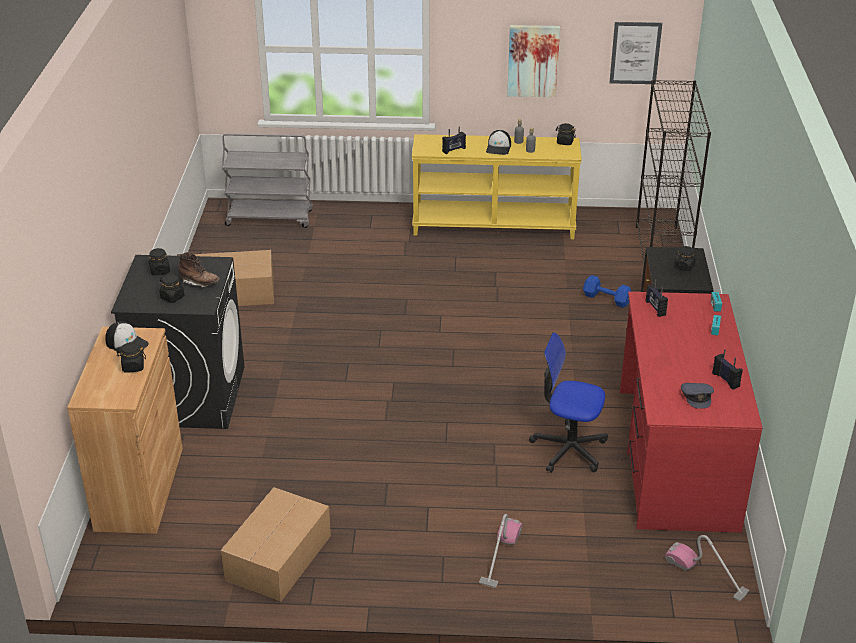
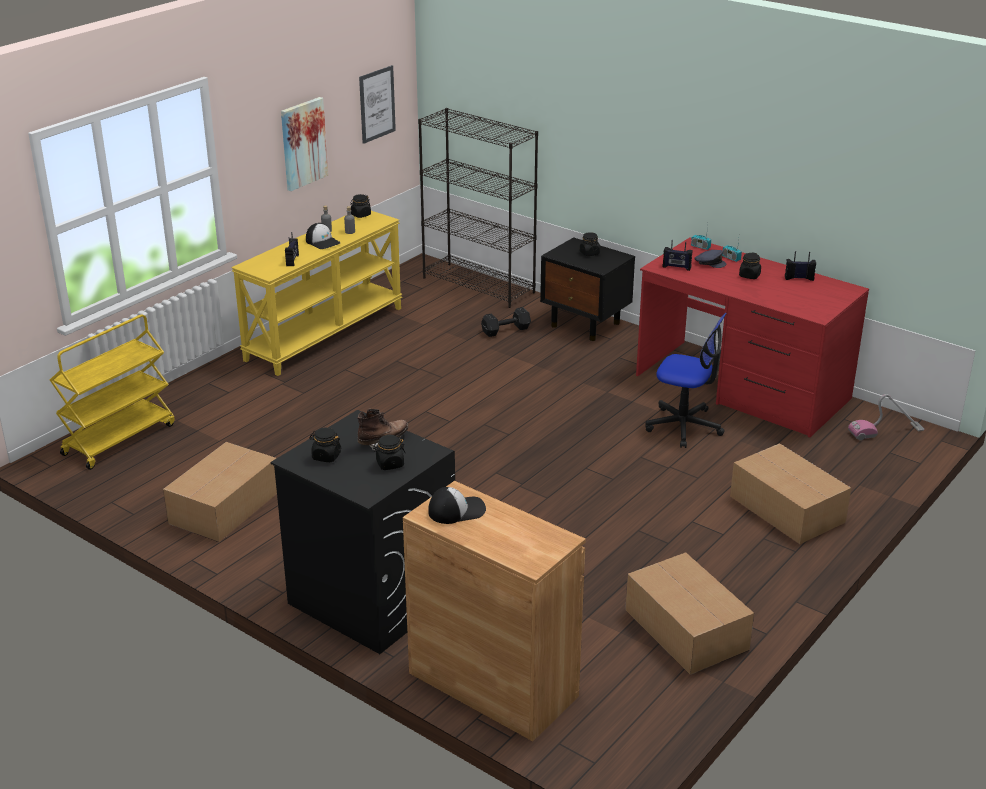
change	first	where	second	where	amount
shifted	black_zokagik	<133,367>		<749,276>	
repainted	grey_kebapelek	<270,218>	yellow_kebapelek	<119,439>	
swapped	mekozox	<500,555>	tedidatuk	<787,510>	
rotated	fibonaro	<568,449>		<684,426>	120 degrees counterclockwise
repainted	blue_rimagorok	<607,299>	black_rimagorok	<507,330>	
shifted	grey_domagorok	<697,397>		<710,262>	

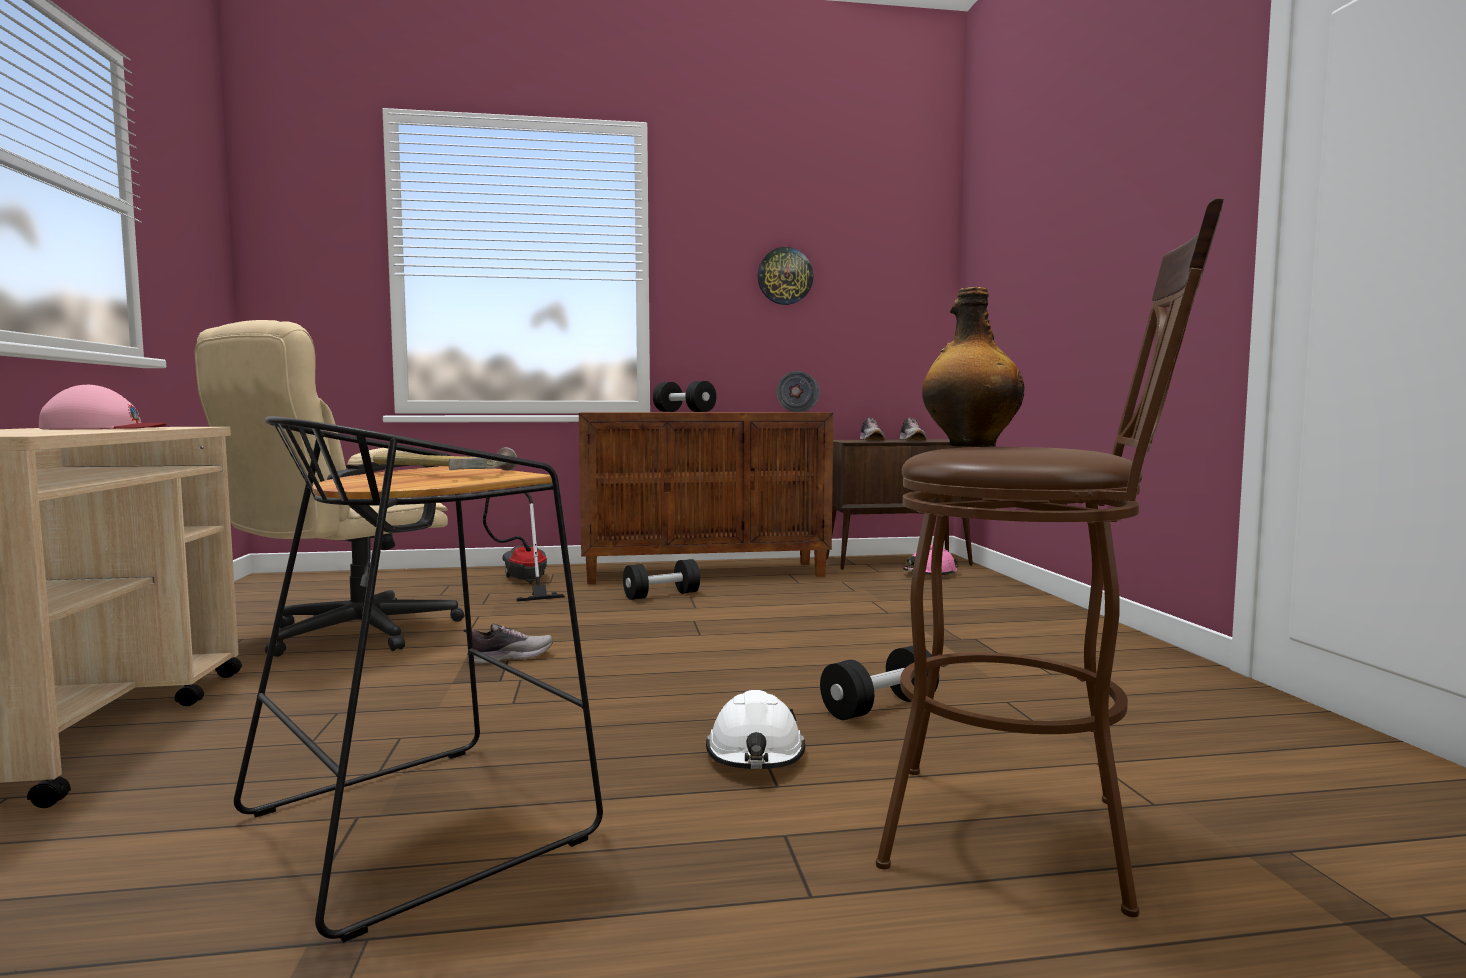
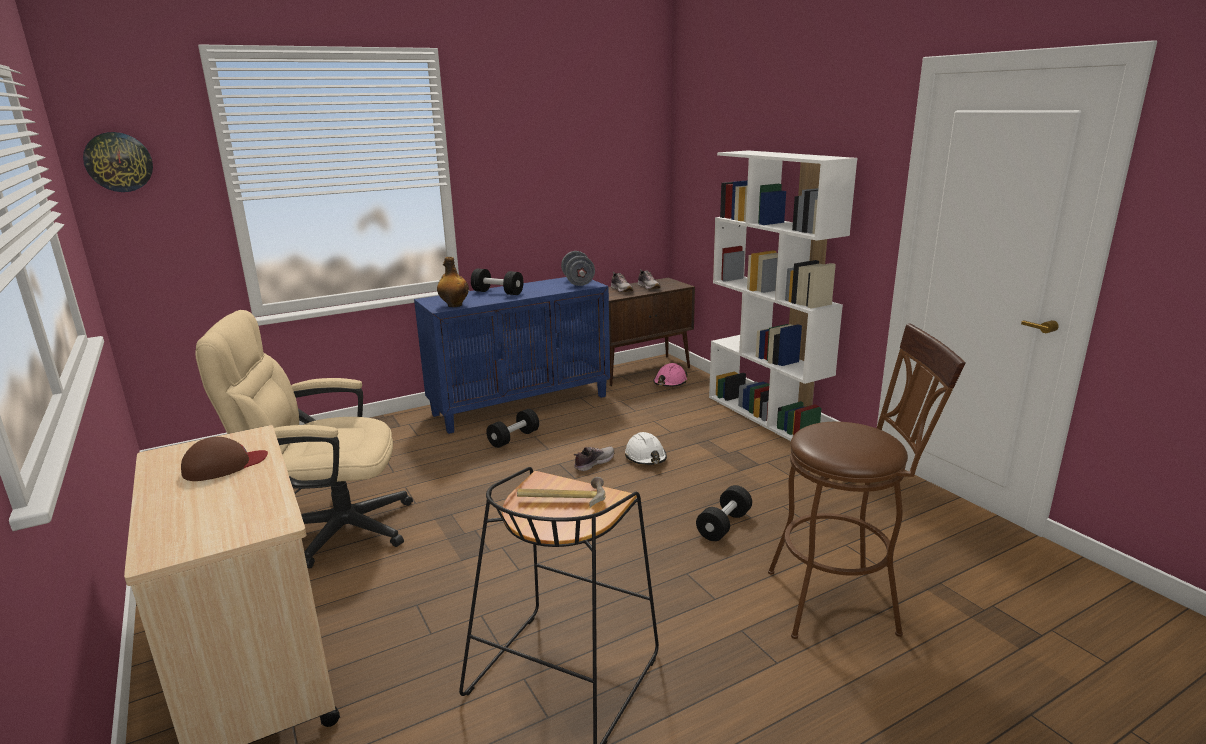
change	first	where	second	where	amount
repainted	pink_domagorok	<102,428>	brown_domagorok	<224,466>	
rotated	beige_fibonaro	<344,636>		<329,529>	75 degrees clockwise
shifted	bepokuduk	<509,657>		<593,463>	
gone	mekozox	<524,583>			
repainted	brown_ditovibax	<705,572>	blue_ditovibax	<521,404>	
shifted	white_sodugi	<755,755>		<646,457>	
shifted	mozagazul	<785,276>		<118,162>	
shifted	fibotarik	<970,445>		<454,305>	
new			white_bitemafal	<766,416>	

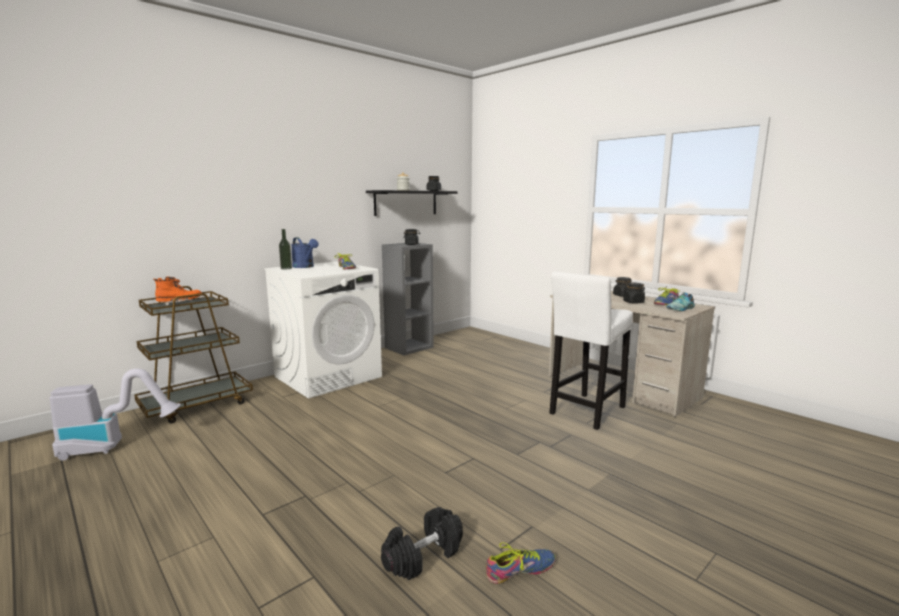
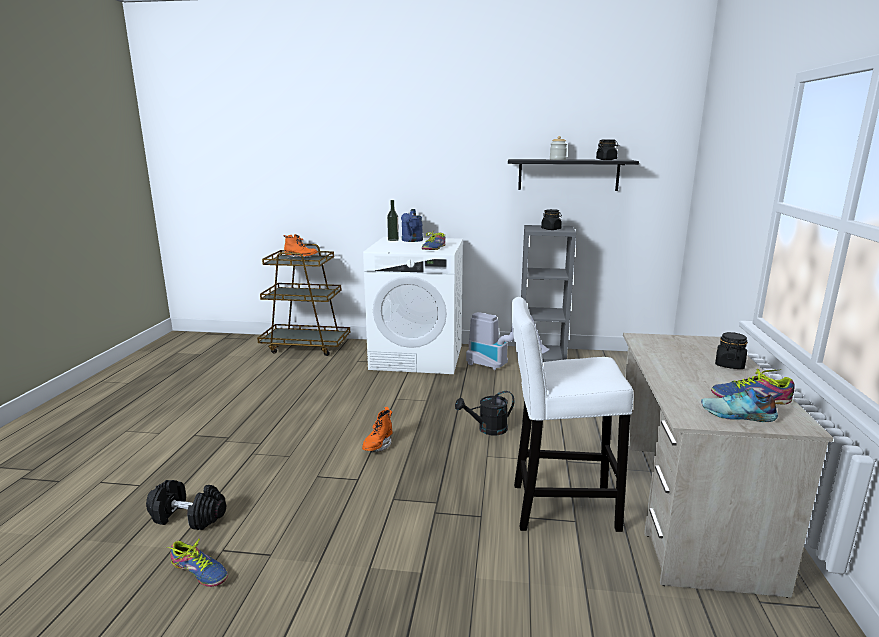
change	first	where	second	where	amount
shifted	mekozox	<113,446>		<500,366>	
gone	black_zokagik	<633,302>			
new			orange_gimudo	<378,446>	
new			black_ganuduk	<487,429>	

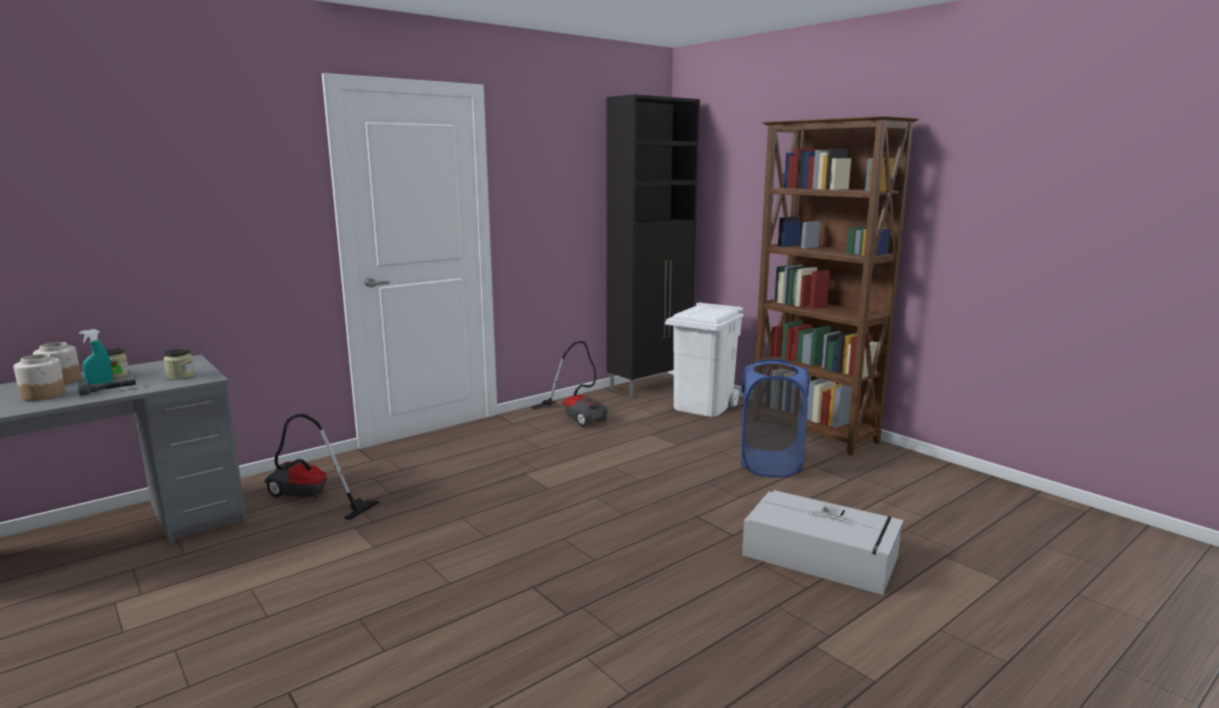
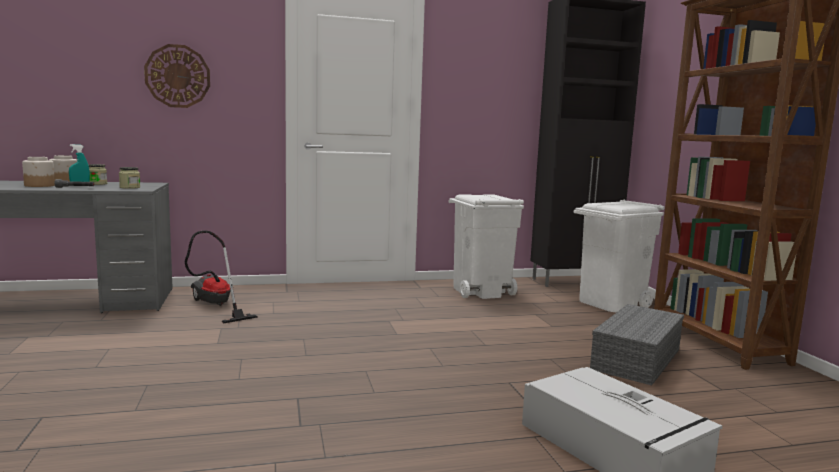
change	first	where	second	where	amount
swapped	mekozox	<576,416>	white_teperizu	<480,291>	
swapped	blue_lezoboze	<769,464>	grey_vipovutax	<635,358>	
new			mozagazul	<177,76>	

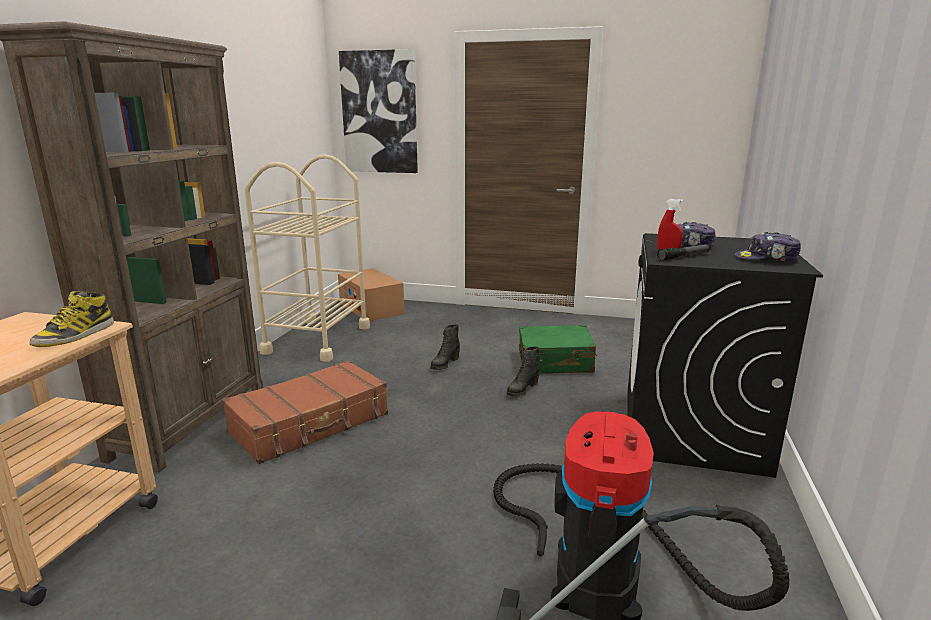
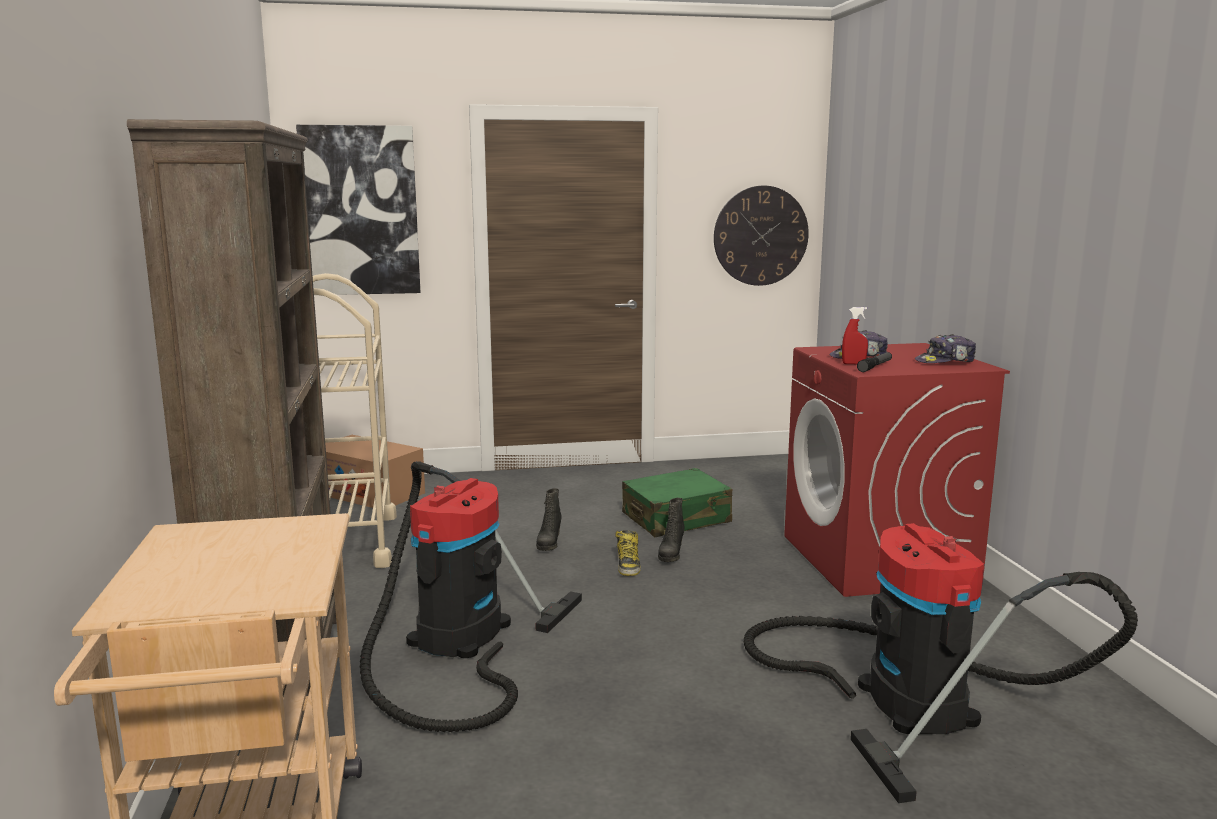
change	first	where	second	where	amount
shifted	gimudo	<75,335>		<628,565>	
swapped	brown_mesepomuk	<311,424>	mekozox	<456,640>	
repainted	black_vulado	<693,431>	red_vulado	<878,560>	
new			mozagazul	<760,236>	

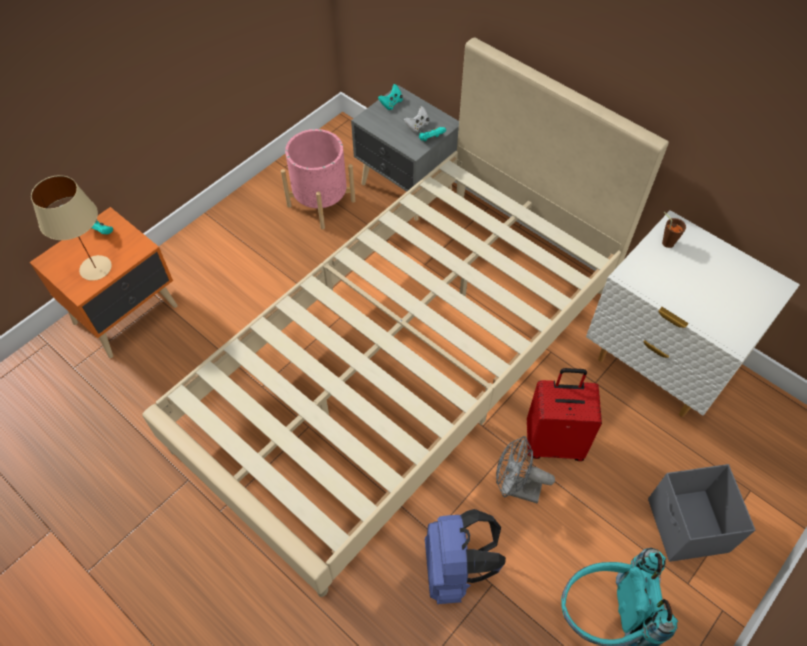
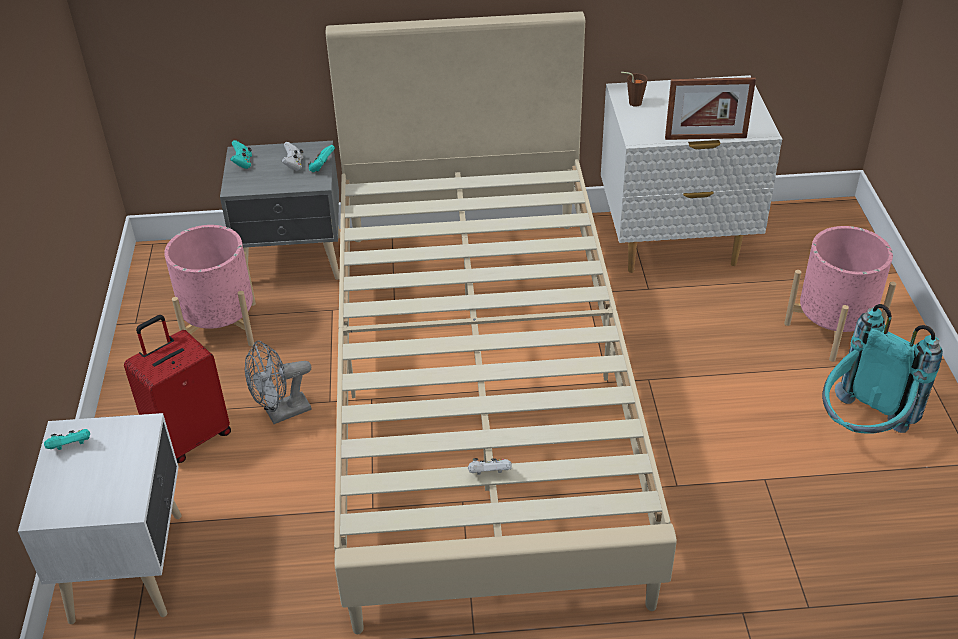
change	first	where	second	where	amount
repainted	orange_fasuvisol	<128,315>	white_fasuvisol	<131,565>	
gone	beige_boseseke	<95,268>			
gone	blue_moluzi	<455,569>			
shifted	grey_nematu	<515,488>		<281,413>	
shifted	red_mesepomuk	<554,441>		<190,437>	
swapped	grey_vipovutax	<687,526>	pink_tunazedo	<832,329>	
new			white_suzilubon	<489,474>	
new			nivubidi	<705,138>	

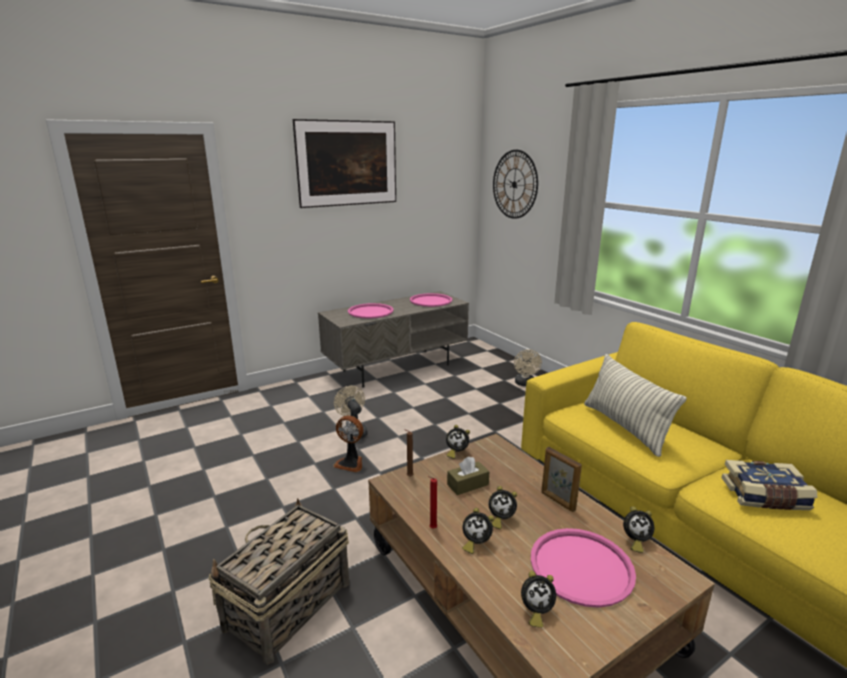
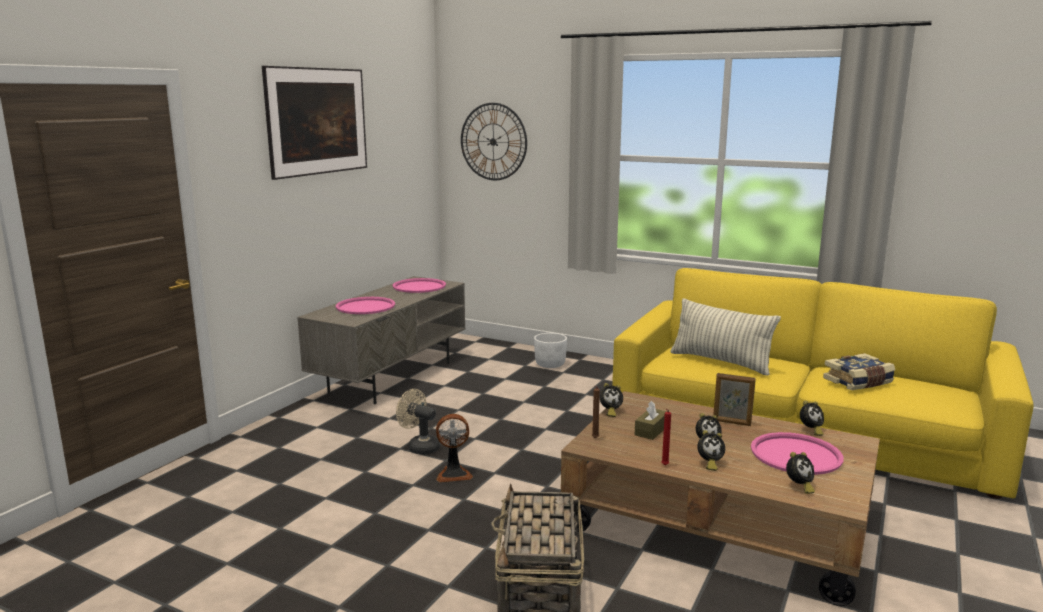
change	first	where	second	where	amount
swapped	beige_nematu	<525,384>	white_tunazedo	<550,364>	

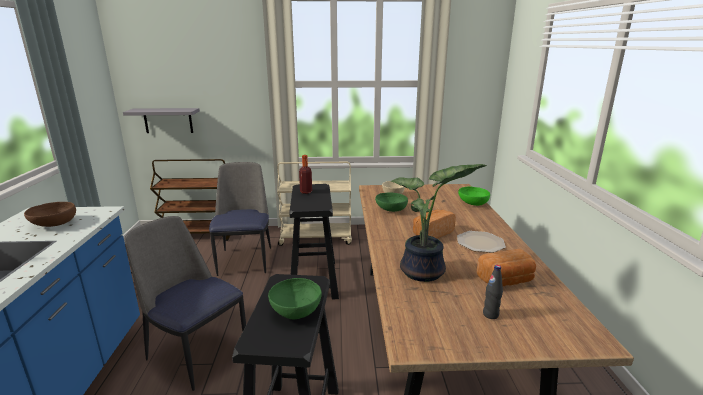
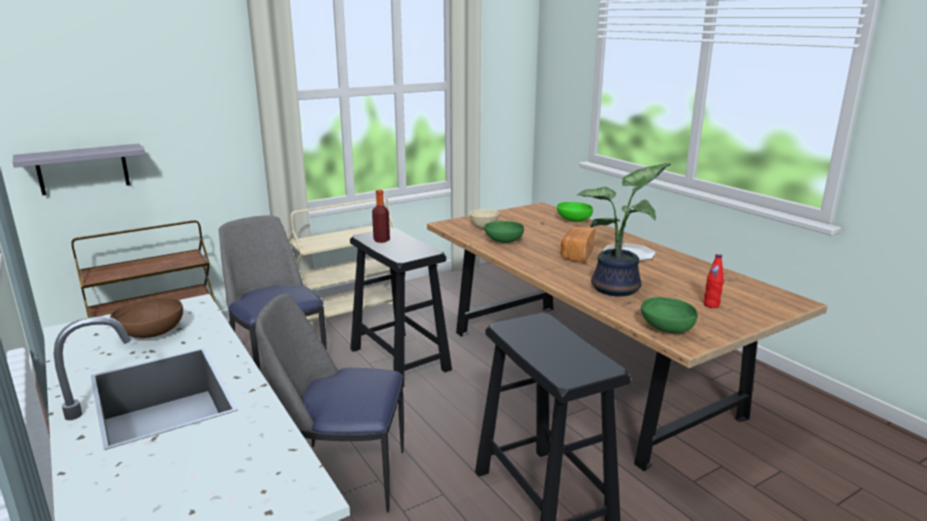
change	first	where	second	where	amount
shifted	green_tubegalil	<295,310>		<666,328>	
gone	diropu	<506,281>			
repainted	black_fibotarik	<490,314>	red_fibotarik	<711,305>	

